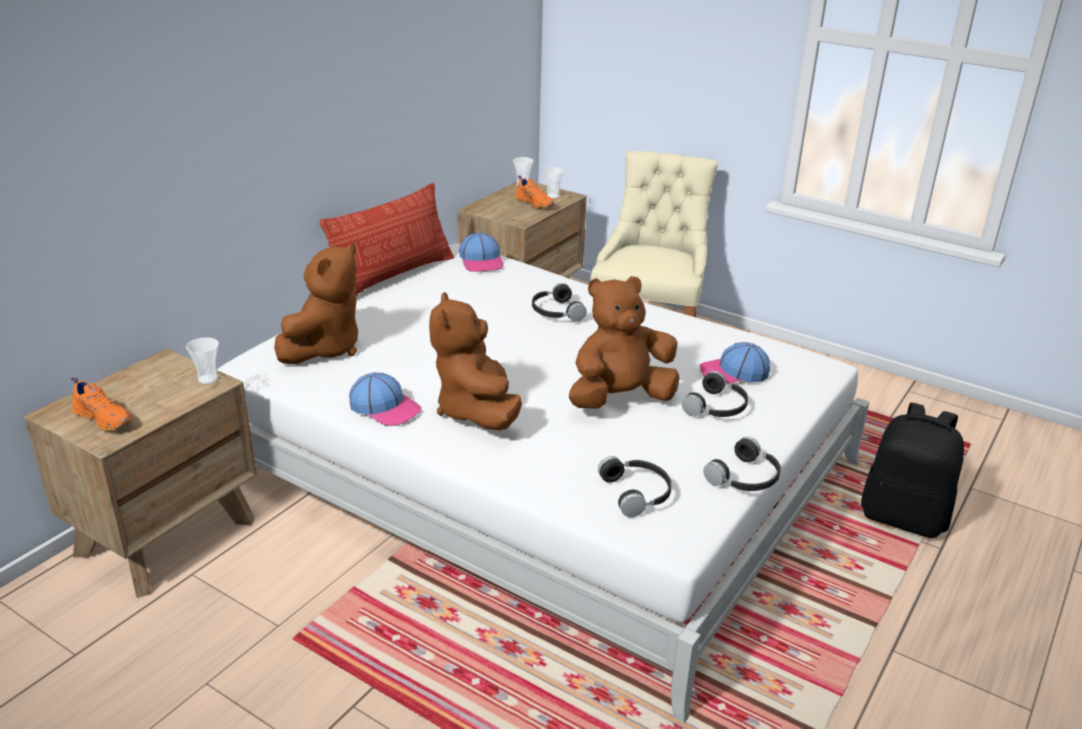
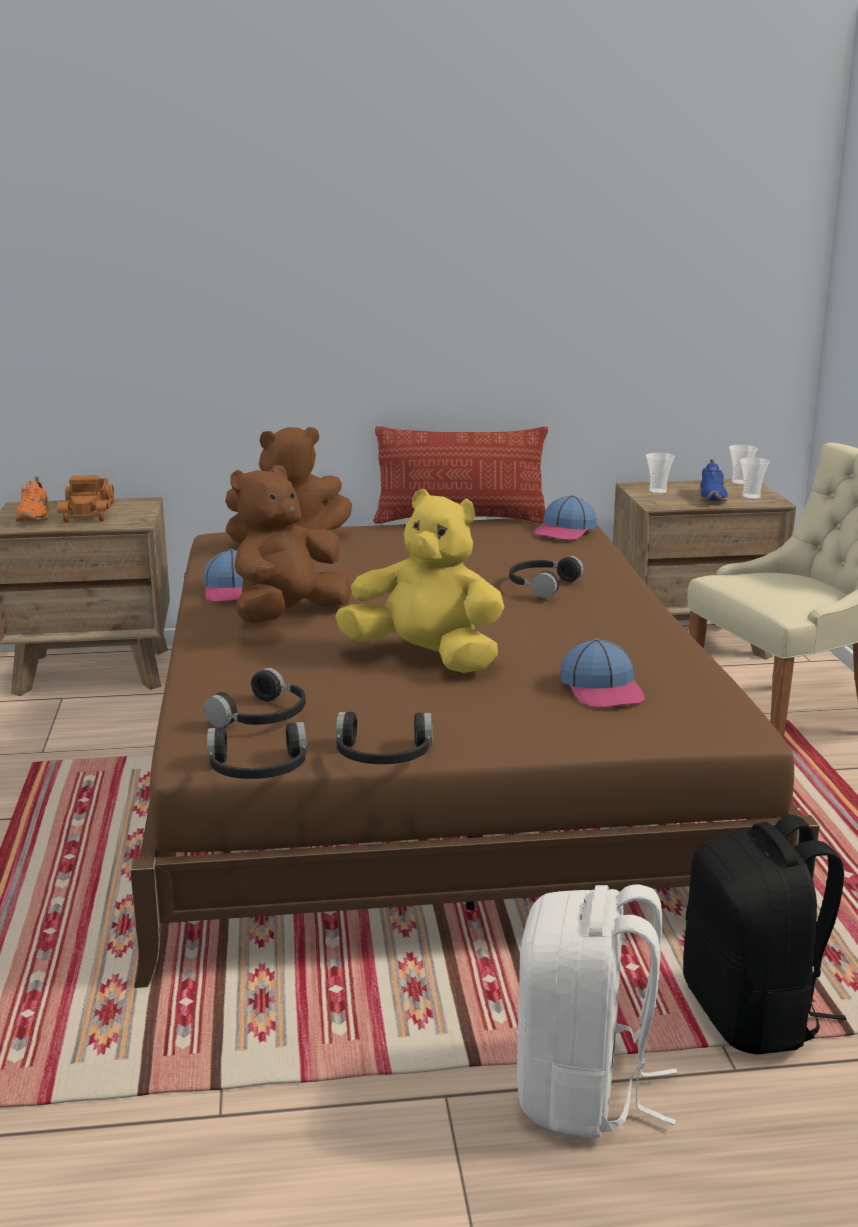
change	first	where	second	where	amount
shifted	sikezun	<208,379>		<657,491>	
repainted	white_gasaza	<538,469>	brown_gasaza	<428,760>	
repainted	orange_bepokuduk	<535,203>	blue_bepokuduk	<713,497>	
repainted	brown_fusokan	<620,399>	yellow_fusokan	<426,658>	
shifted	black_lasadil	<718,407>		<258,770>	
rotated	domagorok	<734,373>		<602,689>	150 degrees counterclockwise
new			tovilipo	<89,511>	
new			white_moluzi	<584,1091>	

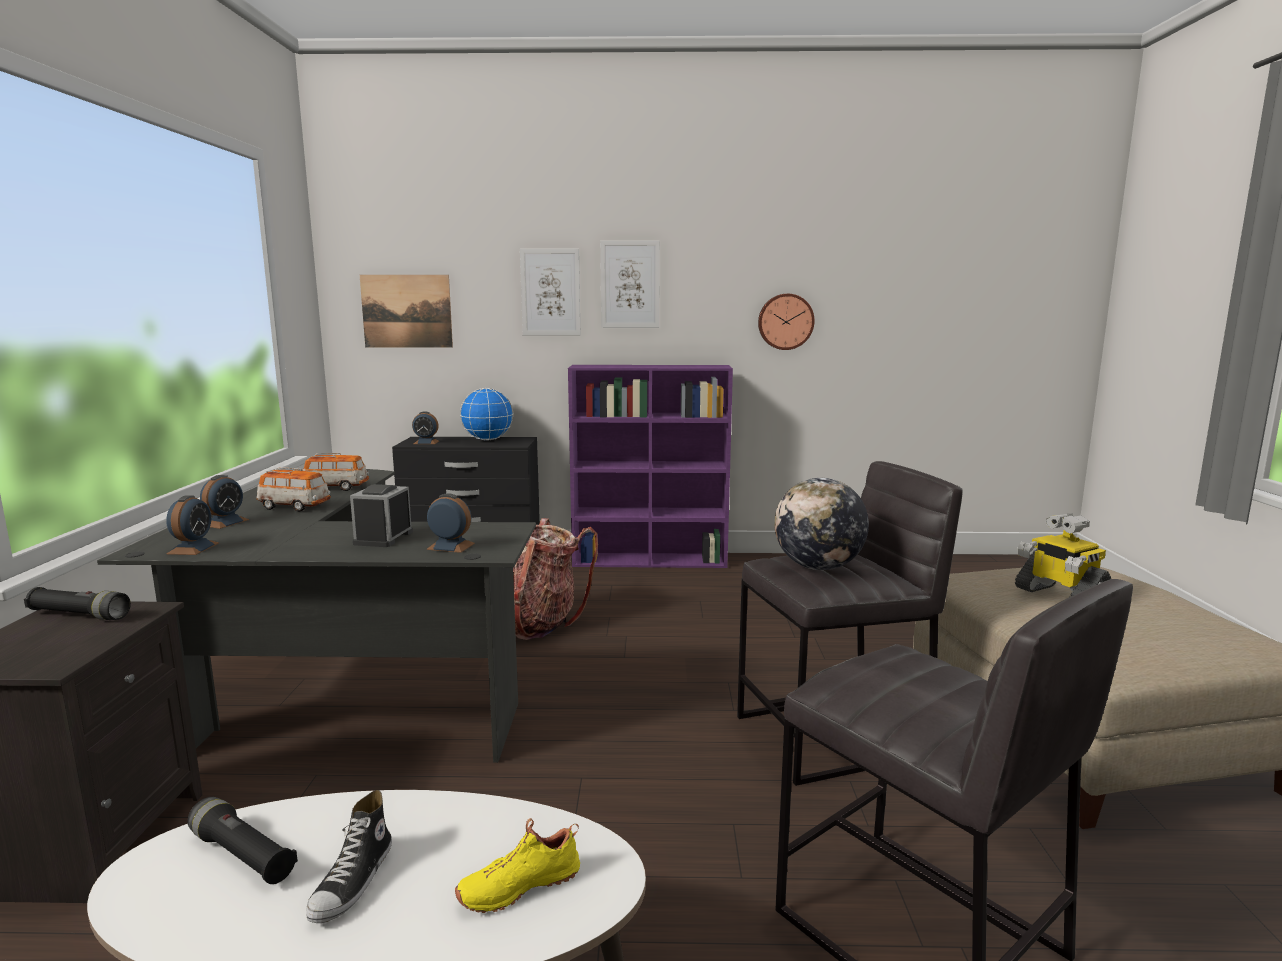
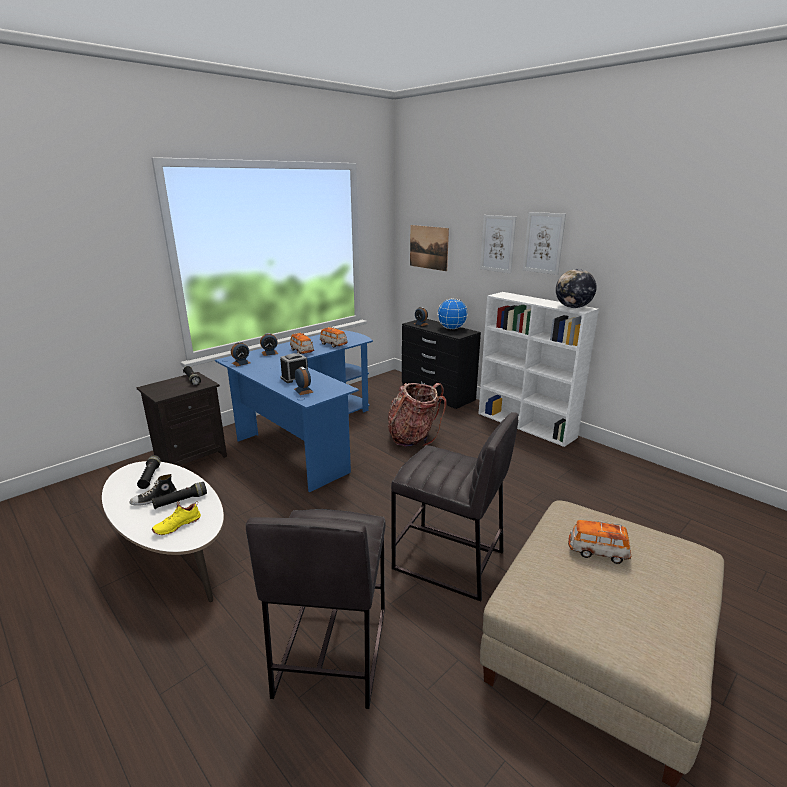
change	first	where	second	where	amount
repainted	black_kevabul	<335,688>	blue_kevabul	<306,435>	
rotated	yellow_bepokuduk	<519,885>		<177,525>	60 degrees counterclockwise
repainted	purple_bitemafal	<651,560>	white_bitemafal	<526,425>	
gone	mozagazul	<785,321>			
shifted	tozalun	<818,567>		<573,307>	
swapped	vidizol	<1060,596>	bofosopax	<597,552>	
new			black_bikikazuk	<180,501>	

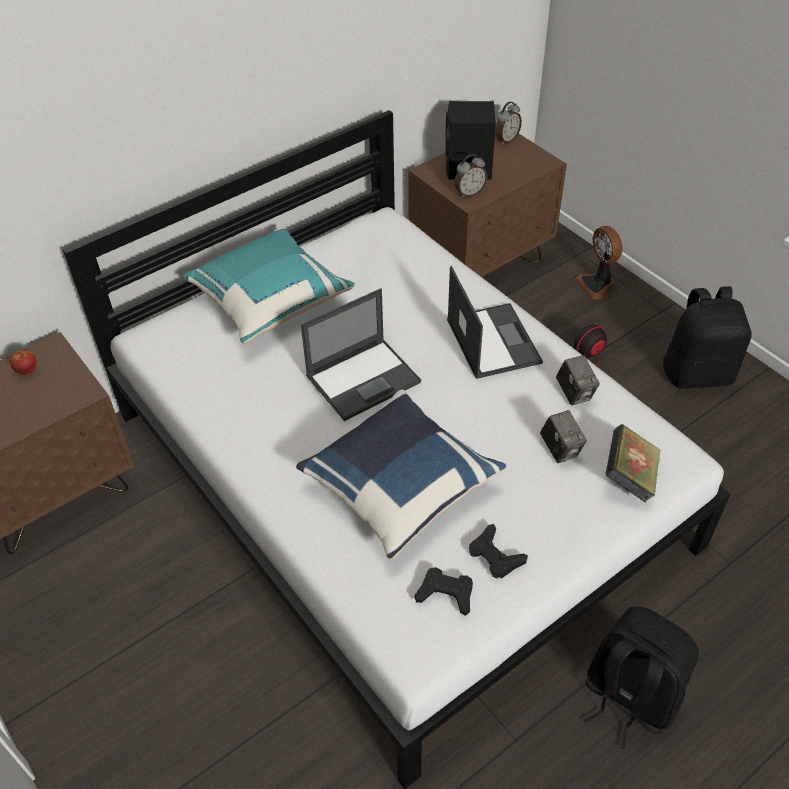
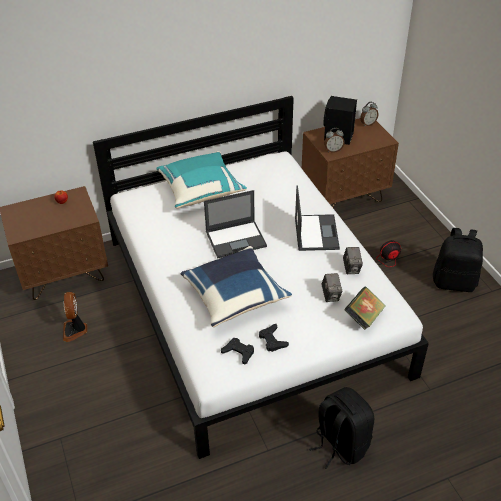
change	first	where	second	where	amount
shifted	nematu	<597,284>		<75,330>	

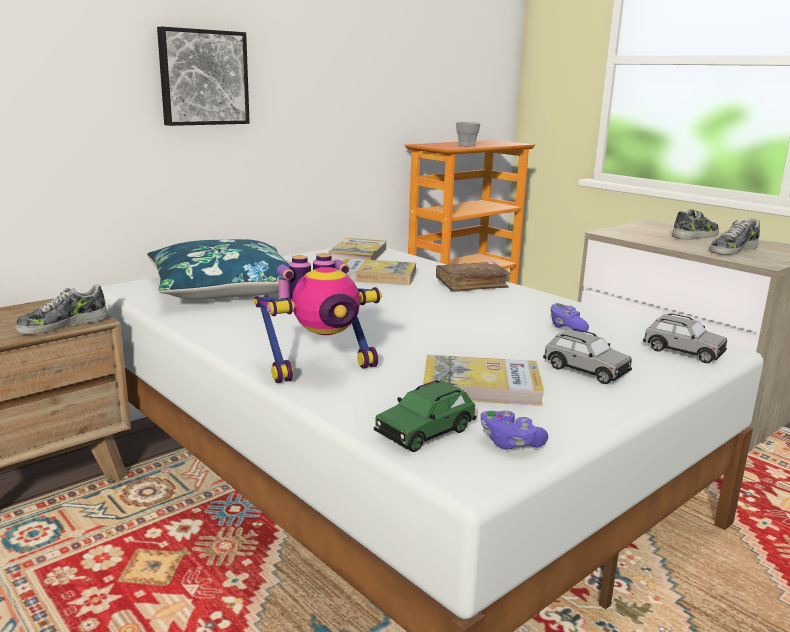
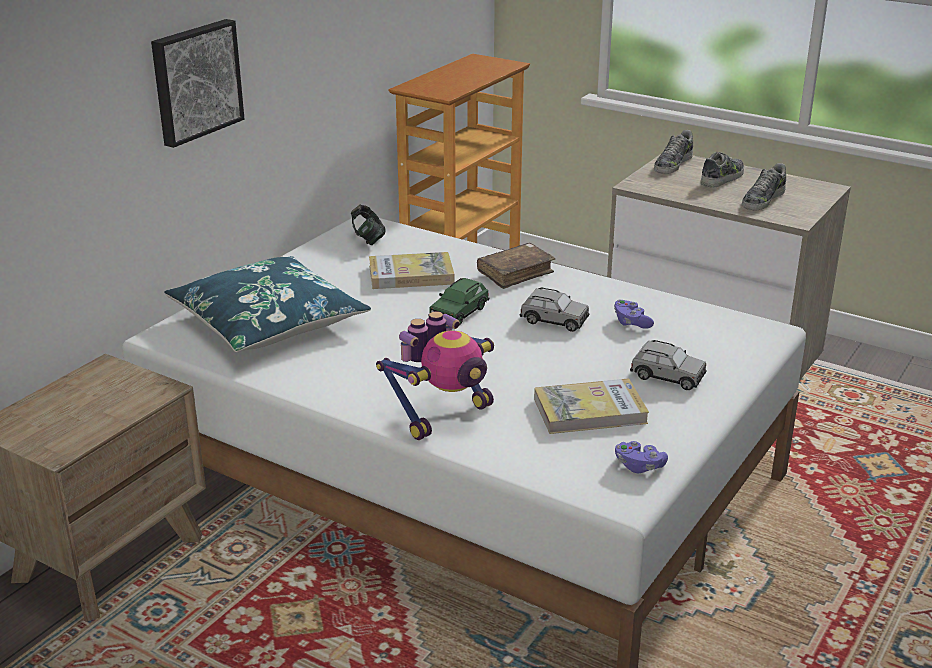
change	first	where	second	where	amount
shifted	bepokuduk	<63,325>		<672,164>	
swapped	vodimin	<358,255>	lasadil	<368,240>	
shifted	green_bofosopax	<425,432>		<459,313>	
gone	sikezun	<466,145>			
shifted	grey_bofosopax	<683,351>		<554,320>	

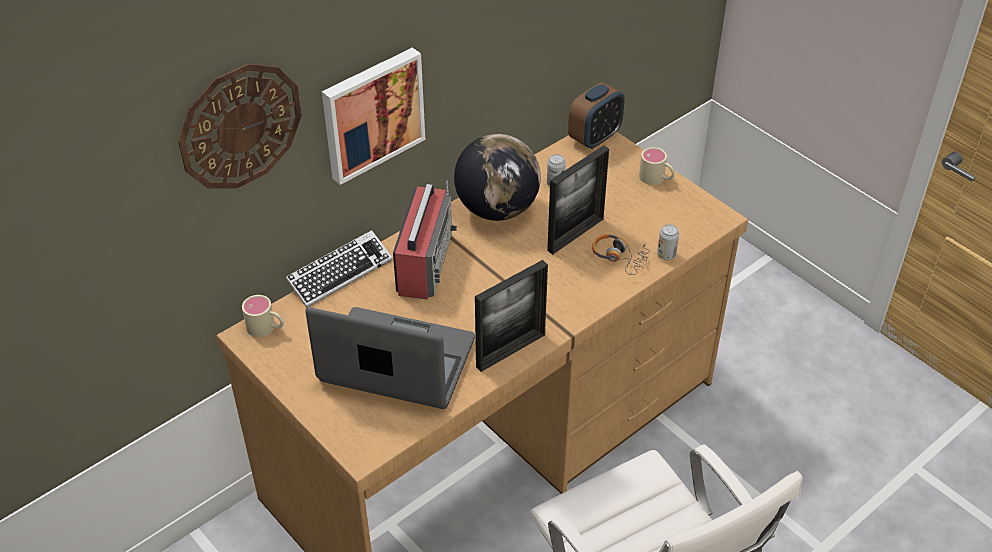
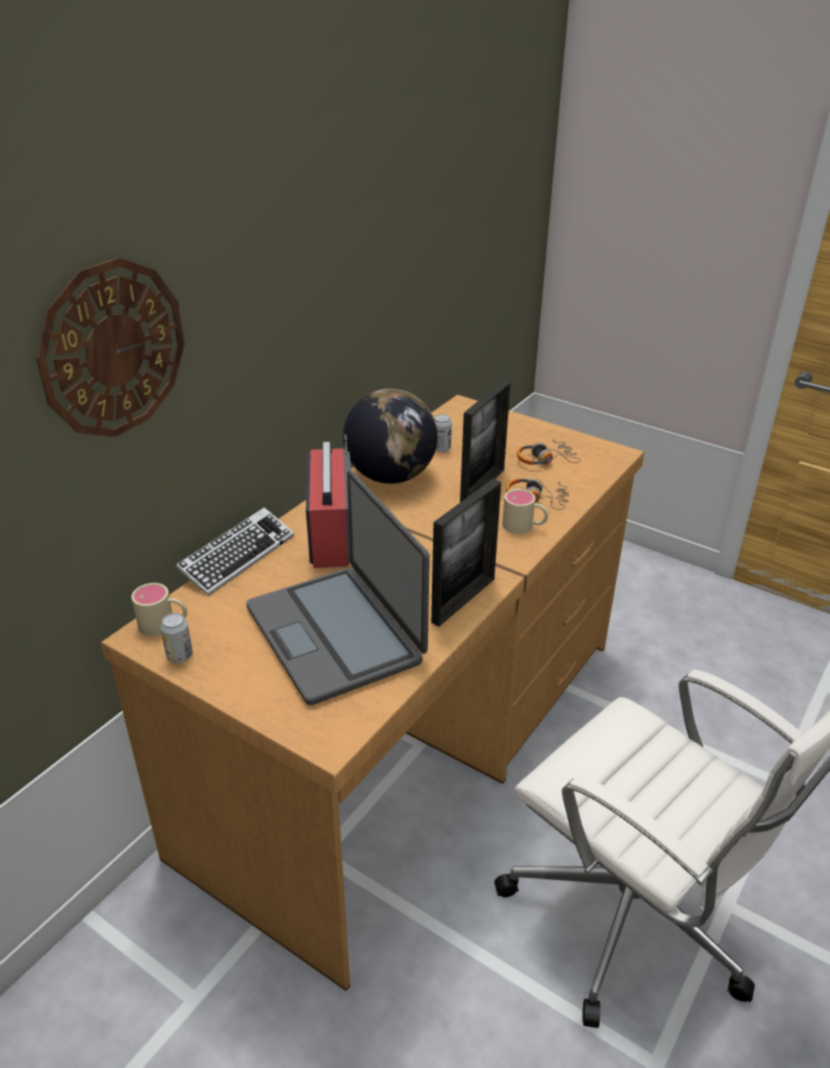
change	first	where	second	where	amount
rotated	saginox	<396,362>		<336,633>	120 degrees counterclockwise
gone	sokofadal	<371,113>			
gone	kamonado	<595,138>			
shifted	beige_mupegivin	<656,179>		<524,526>	
shifted	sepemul	<666,255>		<179,656>	
new			lasadil	<545,460>	

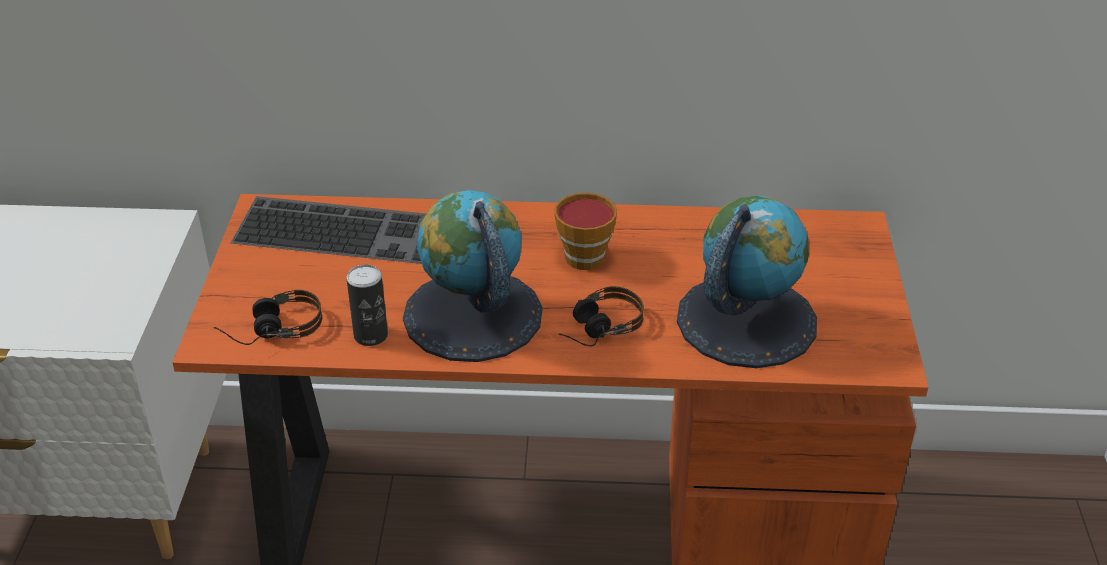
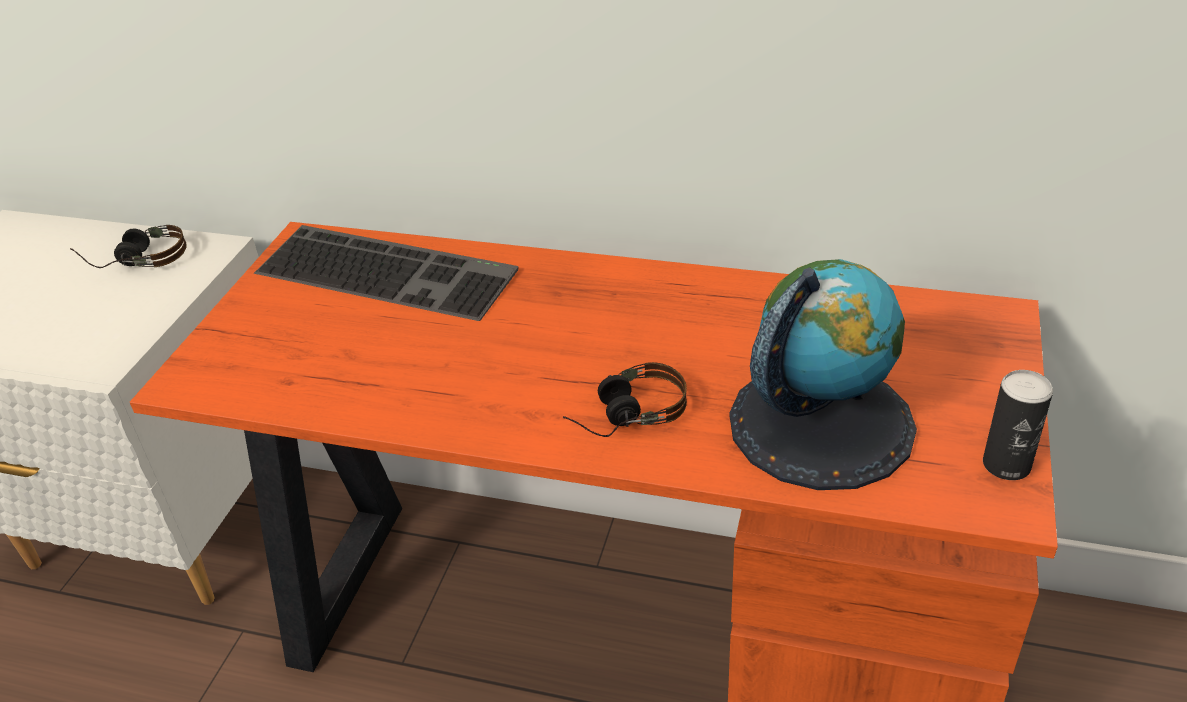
change	first	where	second	where	amount
shifted	lasadil	<271,330>		<136,260>	
shifted	sepemul	<371,335>		<1006,464>	
gone	tozalun	<472,315>			
gone	sikezun	<581,255>			

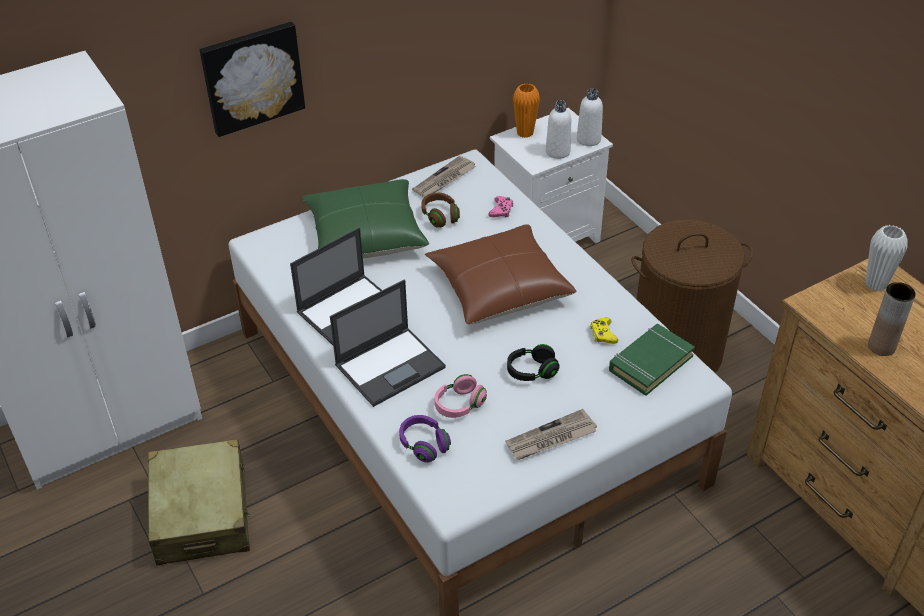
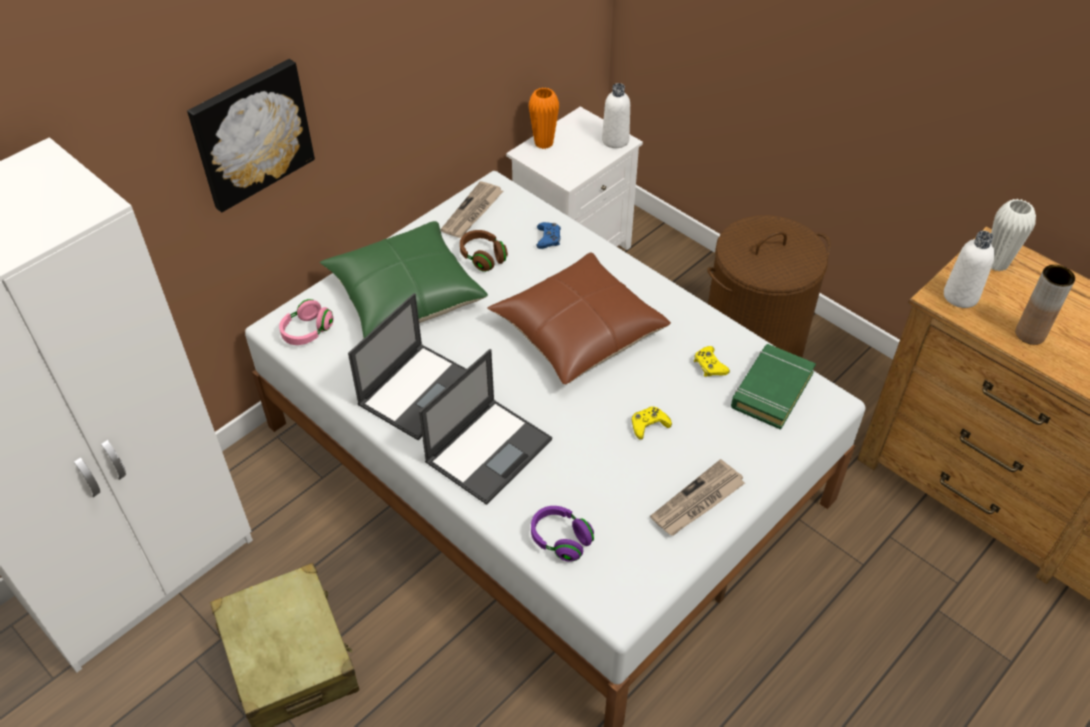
change	first	where	second	where	amount
shifted	pink_lasadil	<459,405>		<307,331>	
repainted	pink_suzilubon	<501,210>	blue_suzilubon	<548,238>	
swapped	black_lasadil	<531,371>	yellow_suzilubon	<648,425>	
shifted	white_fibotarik	<557,152>		<960,296>	

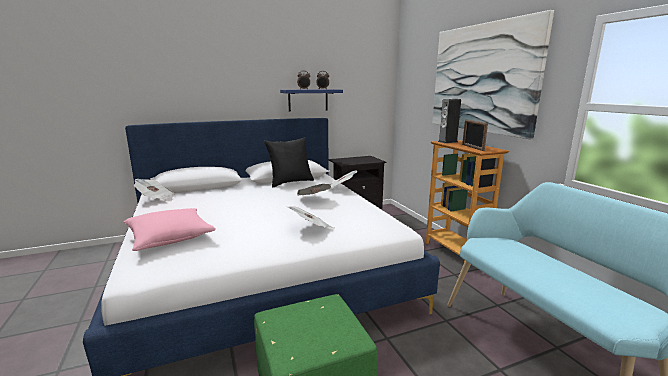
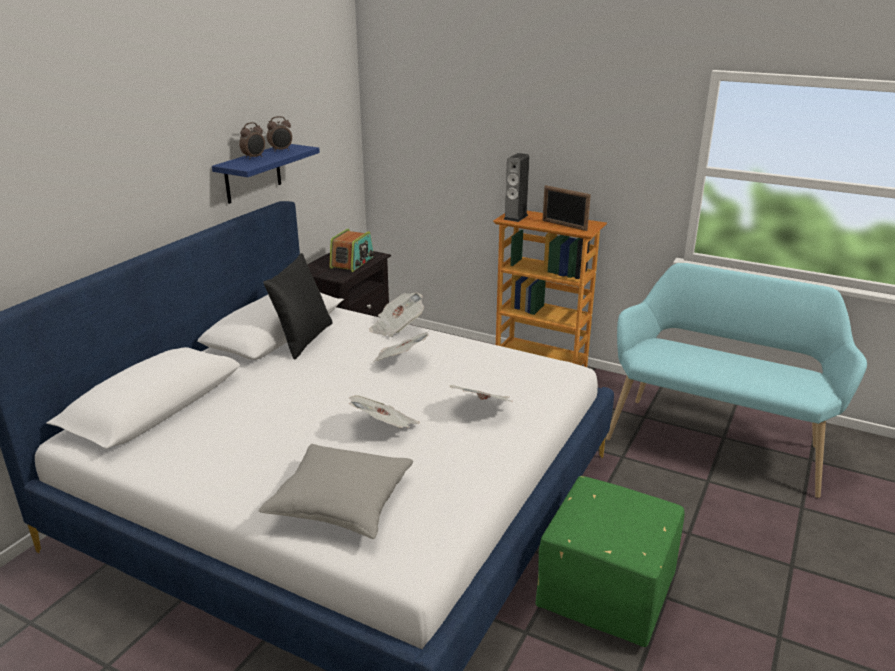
change	first	where	second	where	amount
repainted	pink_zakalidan	<170,238>	grey_zakalidan	<341,503>	
shifted	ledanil	<156,199>		<385,428>	
gone	sokofadal	<482,78>			
new			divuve	<352,262>	

